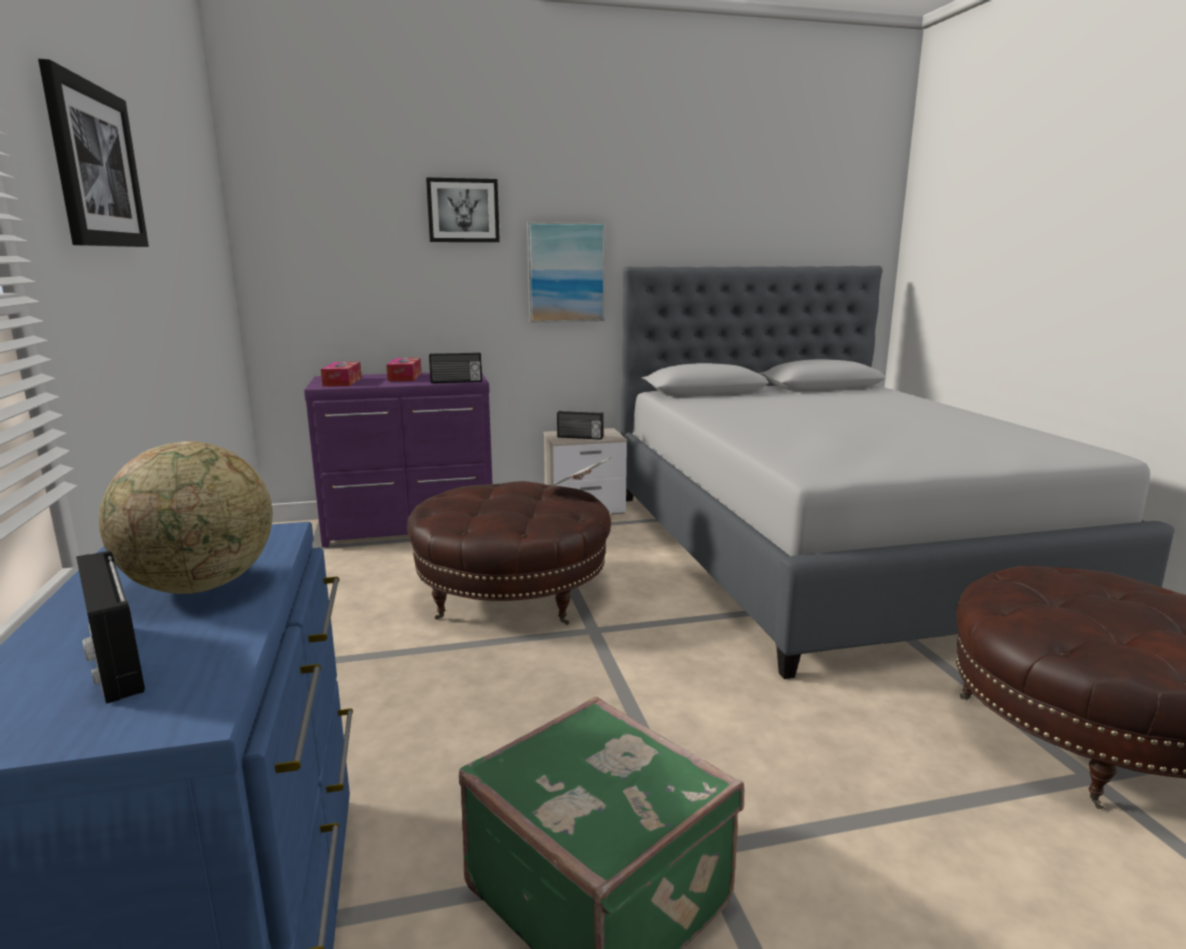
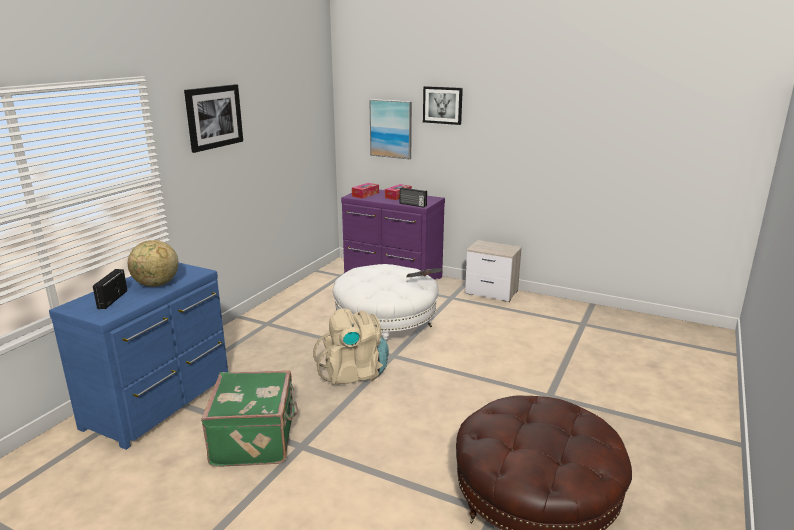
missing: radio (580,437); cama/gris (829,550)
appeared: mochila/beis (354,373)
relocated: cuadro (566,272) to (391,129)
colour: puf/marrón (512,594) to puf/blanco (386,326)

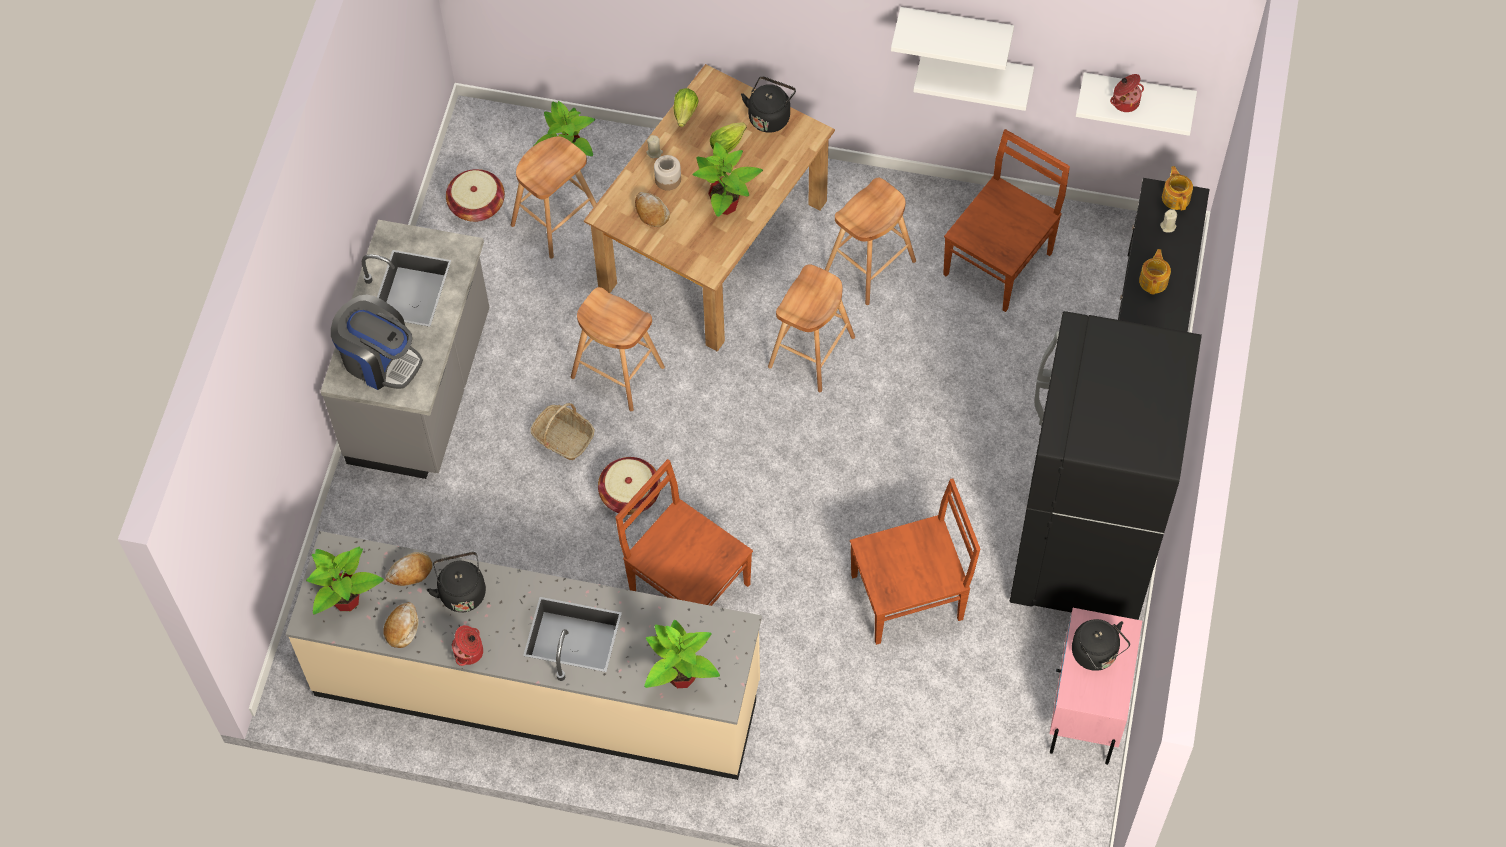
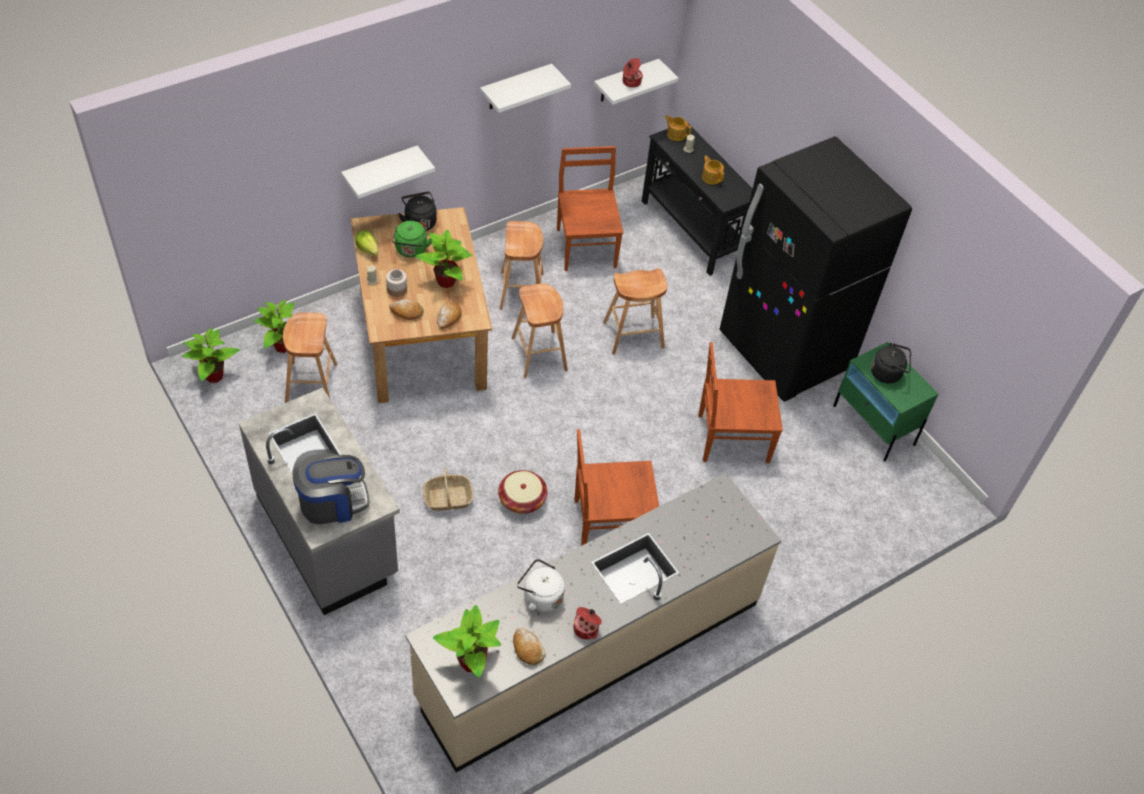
missing: cesta (477,205)
relocated: pan (410,572) to (448,317); taburete/marrón (618,372) to (633,335); planta en maceta (681,676) to (213,376); estante/blanco (976,69) to (380,170)
exchanged: lechuga (727,144) to hervidor/verde (411,250)
colour: hervidor/negro (461,591) to hervidor/blanco (540,597); mesita de noche/rosa (1087,707) to mesita de noche/verde (874,425)
spun: silla/marrón (910,596) = (731,438) 120 degrees counterclockwise

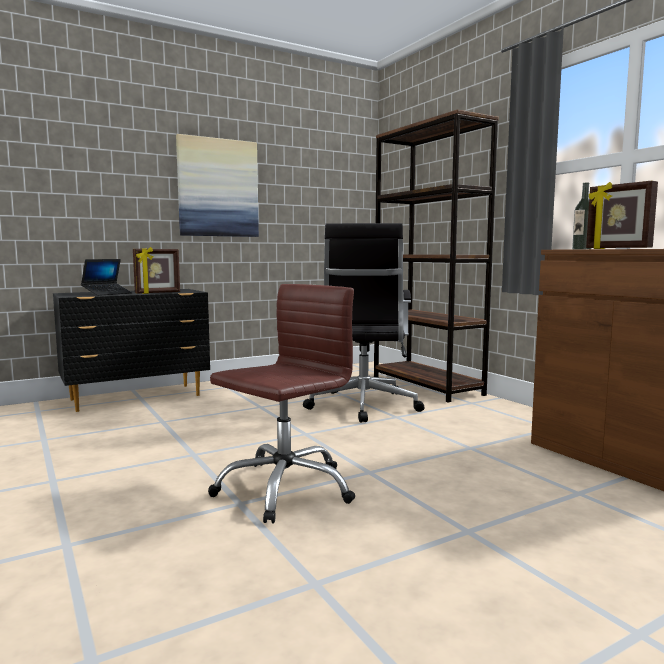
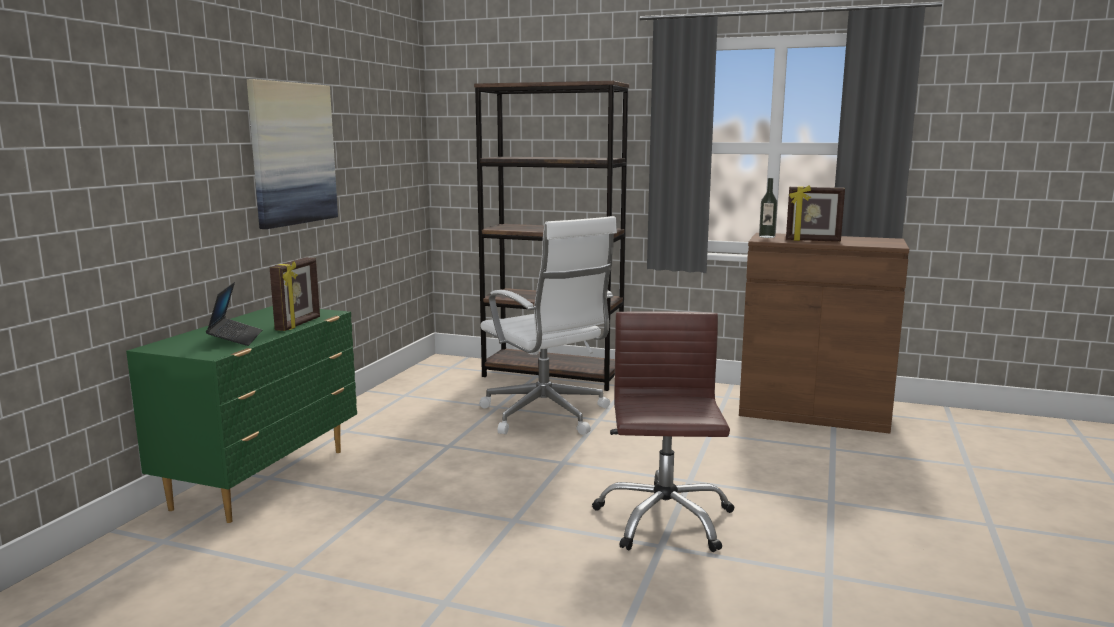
colour: cómoda/negro (137,398) to cómoda/verde (264,478); silla de oficina/negro (363,406) to silla de oficina/blanco (547,416)

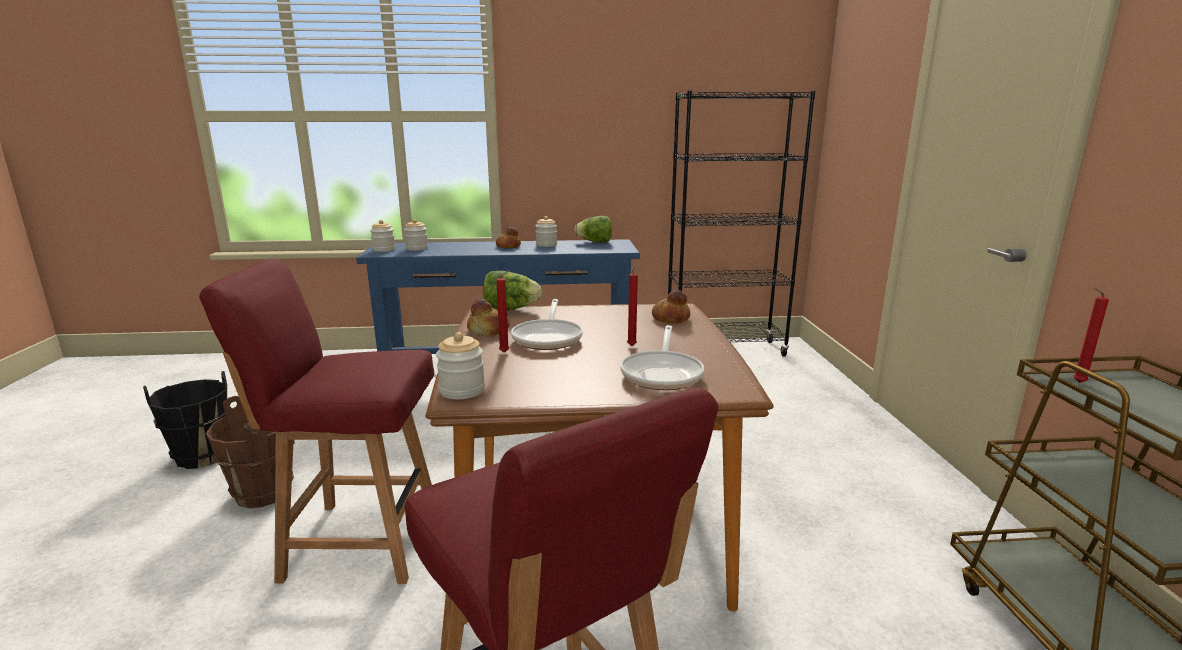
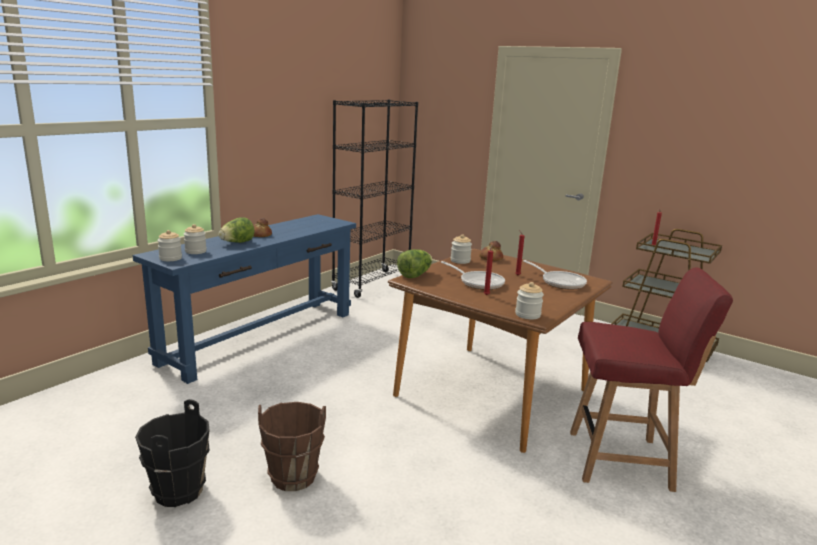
missing: silla/rojo (359,541); pan (488,330)
relocated: tarro (546,245) to (460,261); lechuga (595,242) to (237,242)

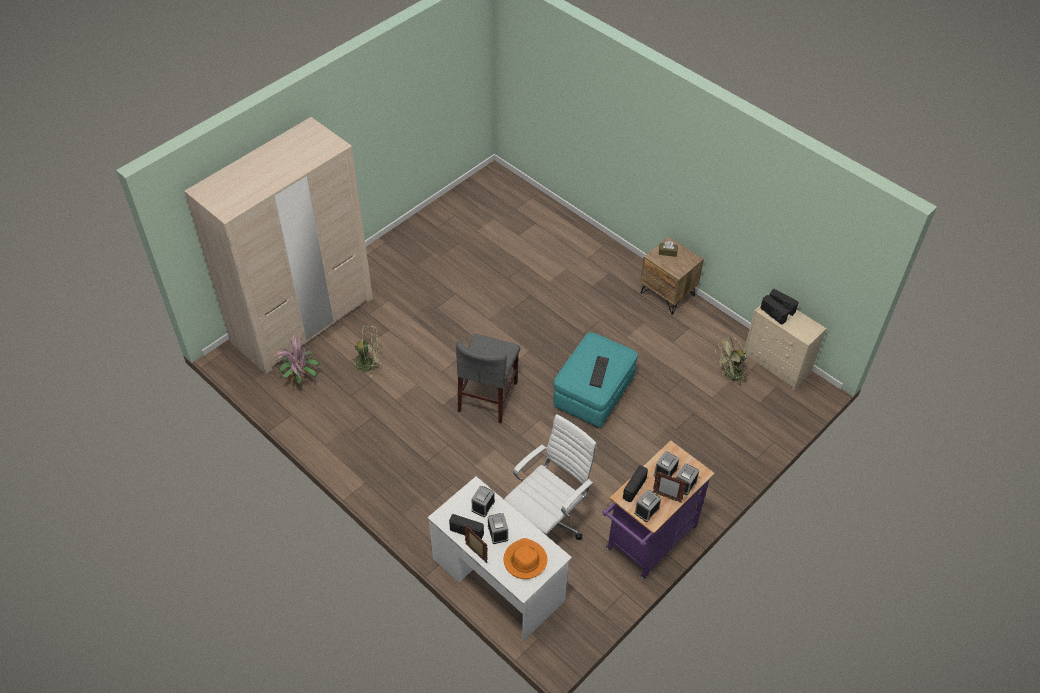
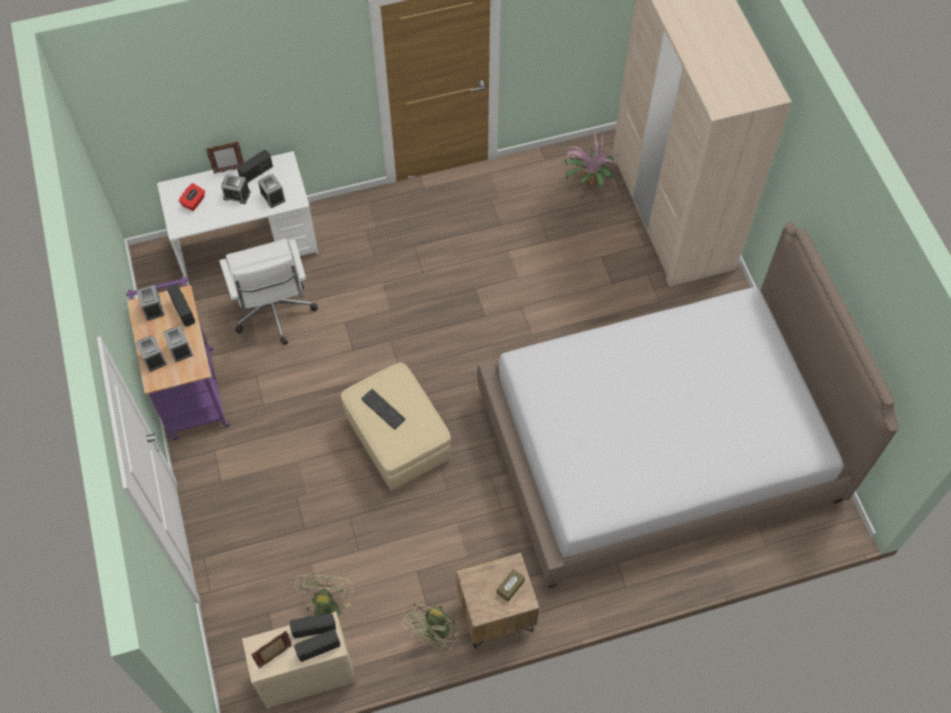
missing: silla/gris (488,397)
appeared: cama (659,447)
relocated: ventilador/verde (370,364) to (435,634); portarretratos (666,497) to (276,656)
exchanged: sombrero/naranja (525,560) to caja de pañuelos/rojo (194,202)
colour: puf/turquesa (593,394) to puf/beis (397,438)

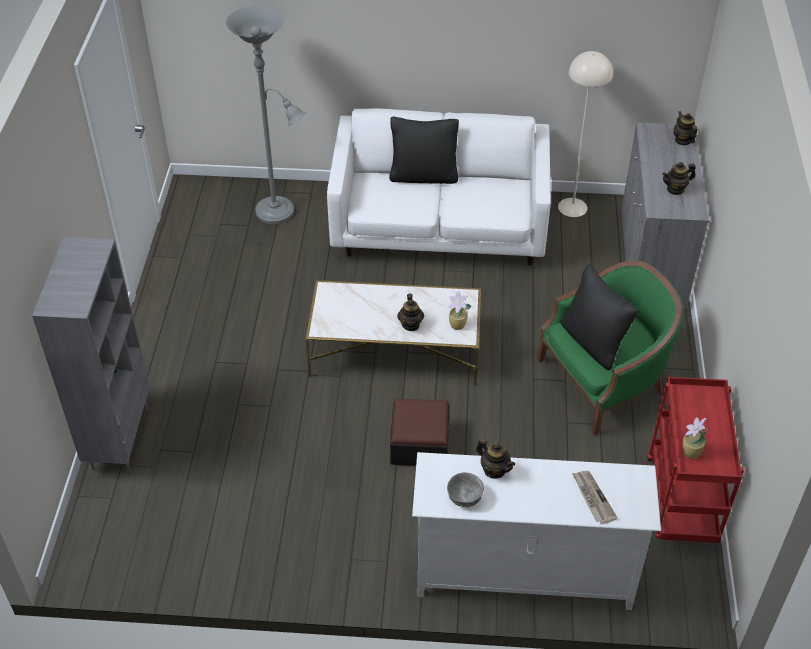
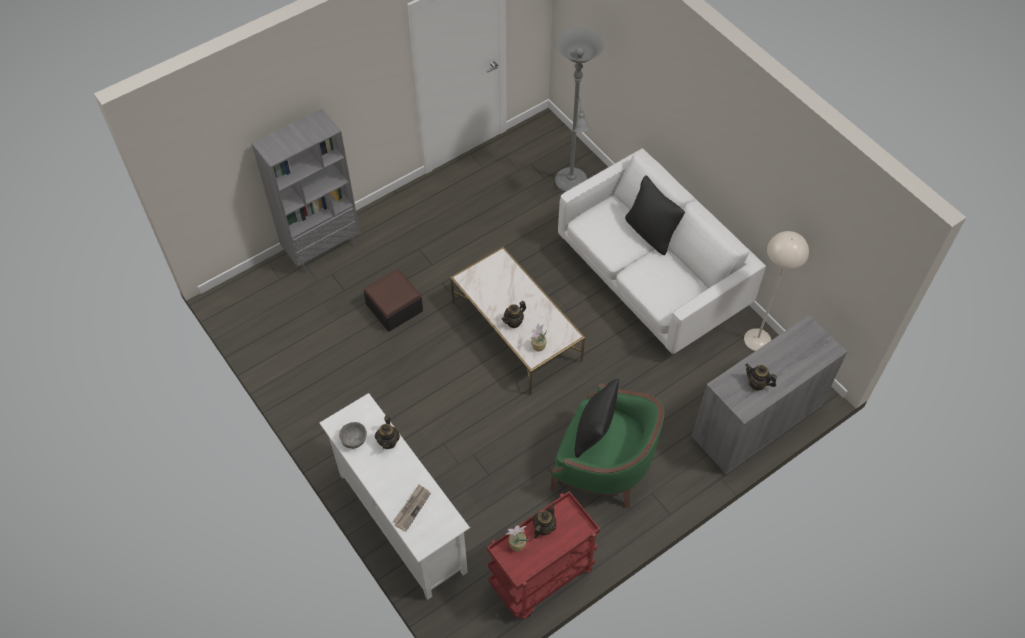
relocated: puf (419,444) to (394,307); tetera (683,140) to (543,527)

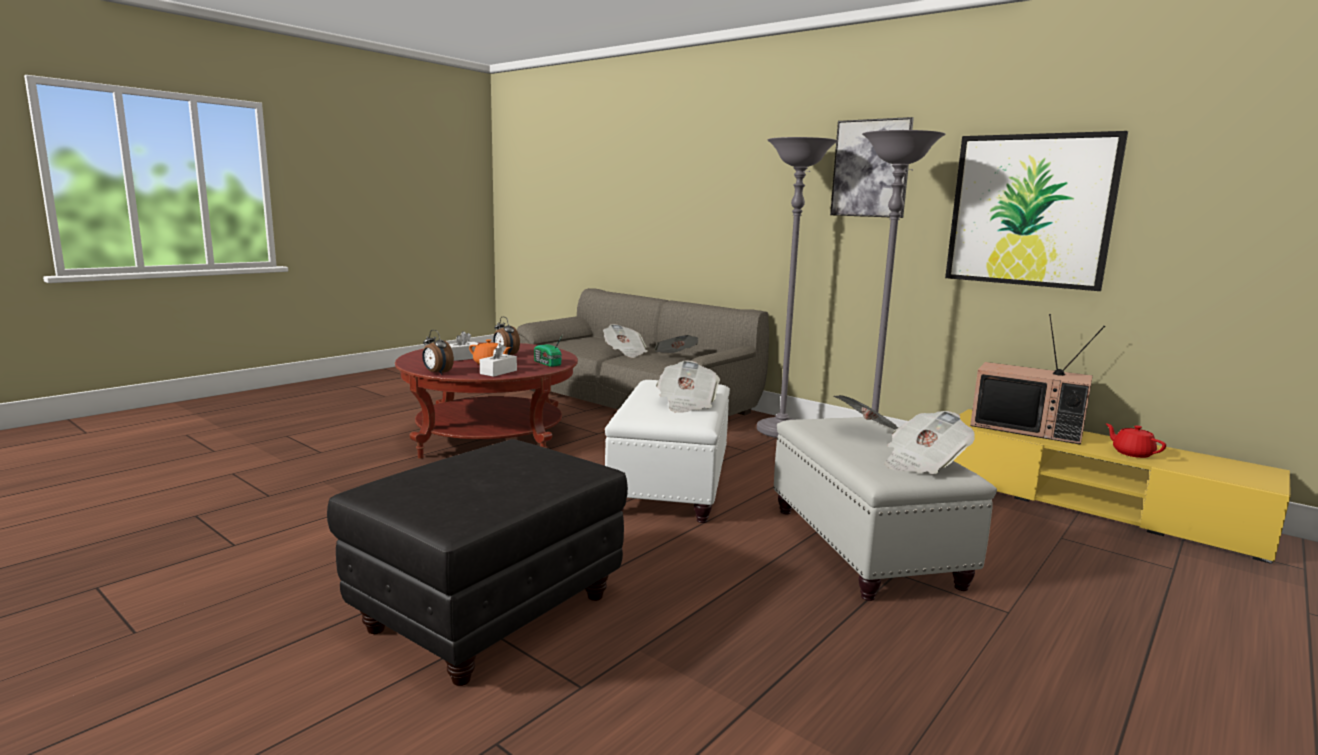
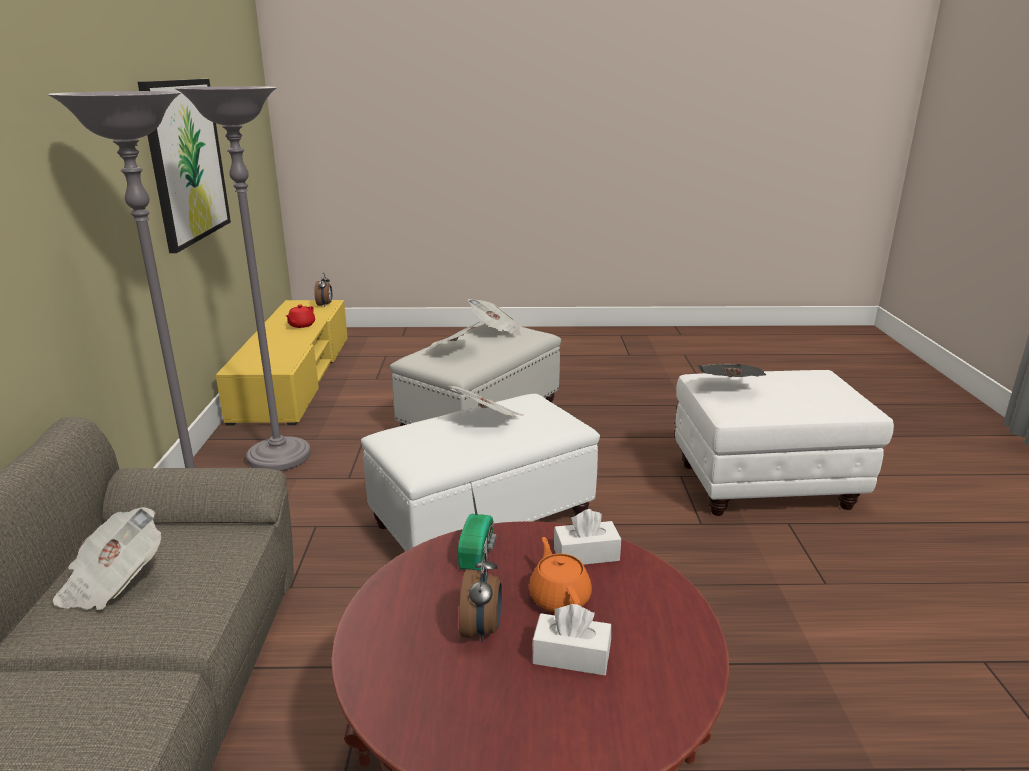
missing: cuadro (871,168); televisor (1028,429)
relocated: despertador (437,373) to (325,305); periódico (625,353) to (729,388)
colour: puf/negro (489,612) to puf/blanco (765,486)

